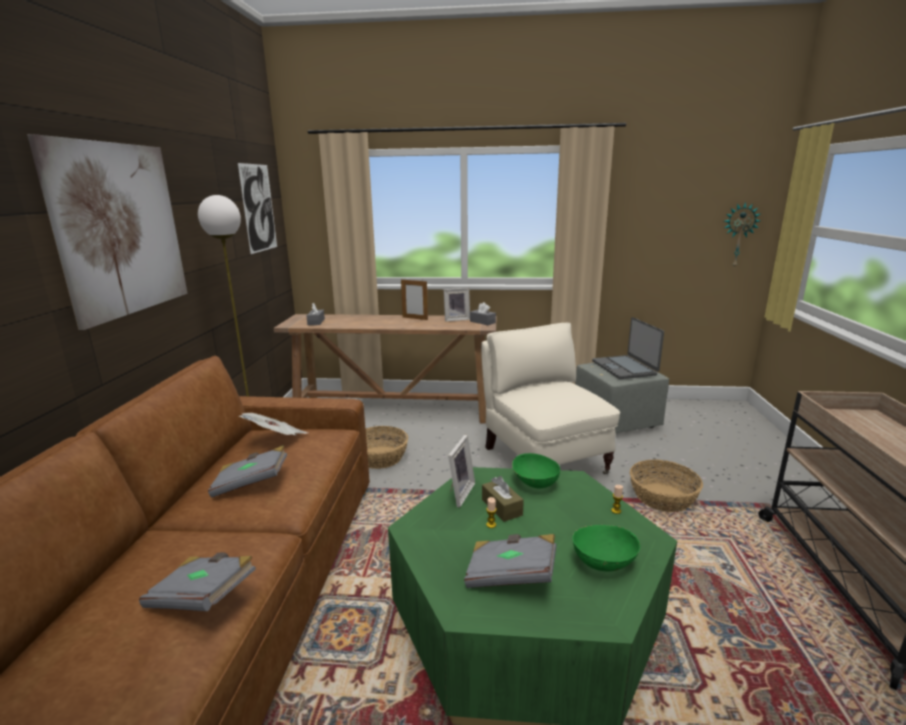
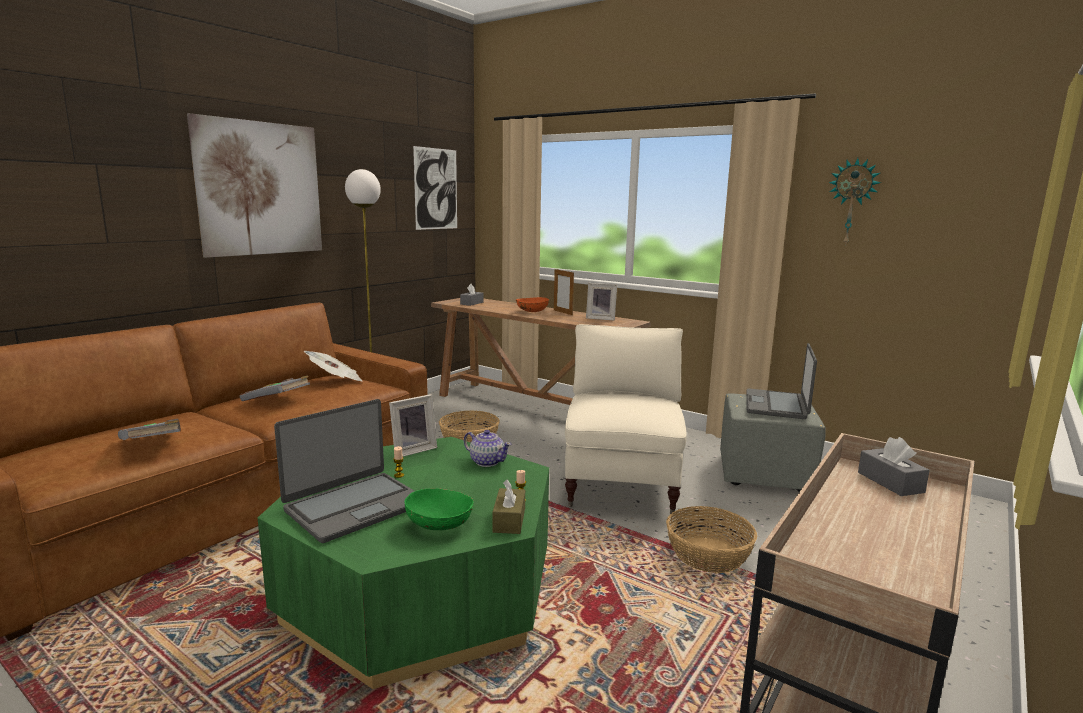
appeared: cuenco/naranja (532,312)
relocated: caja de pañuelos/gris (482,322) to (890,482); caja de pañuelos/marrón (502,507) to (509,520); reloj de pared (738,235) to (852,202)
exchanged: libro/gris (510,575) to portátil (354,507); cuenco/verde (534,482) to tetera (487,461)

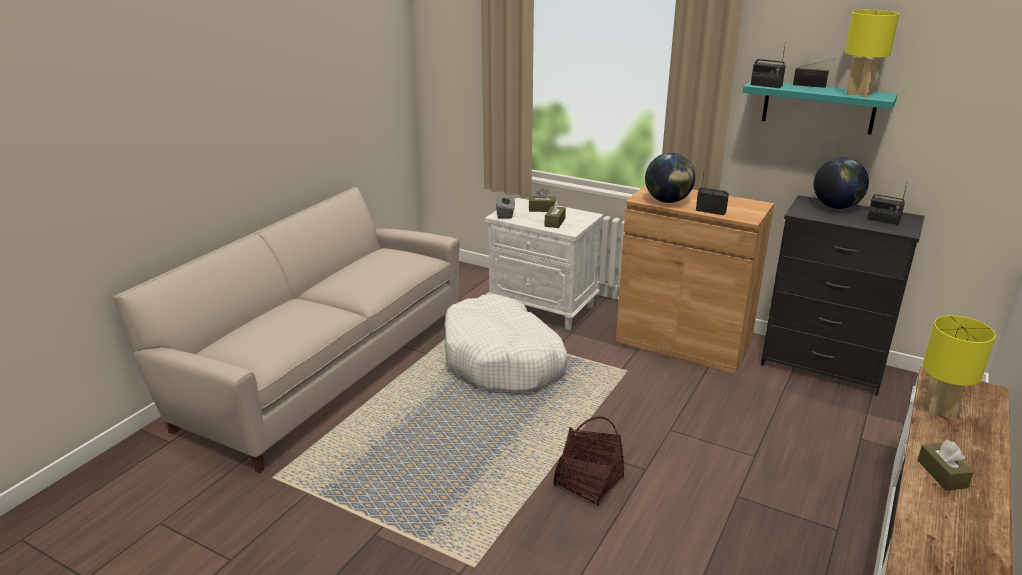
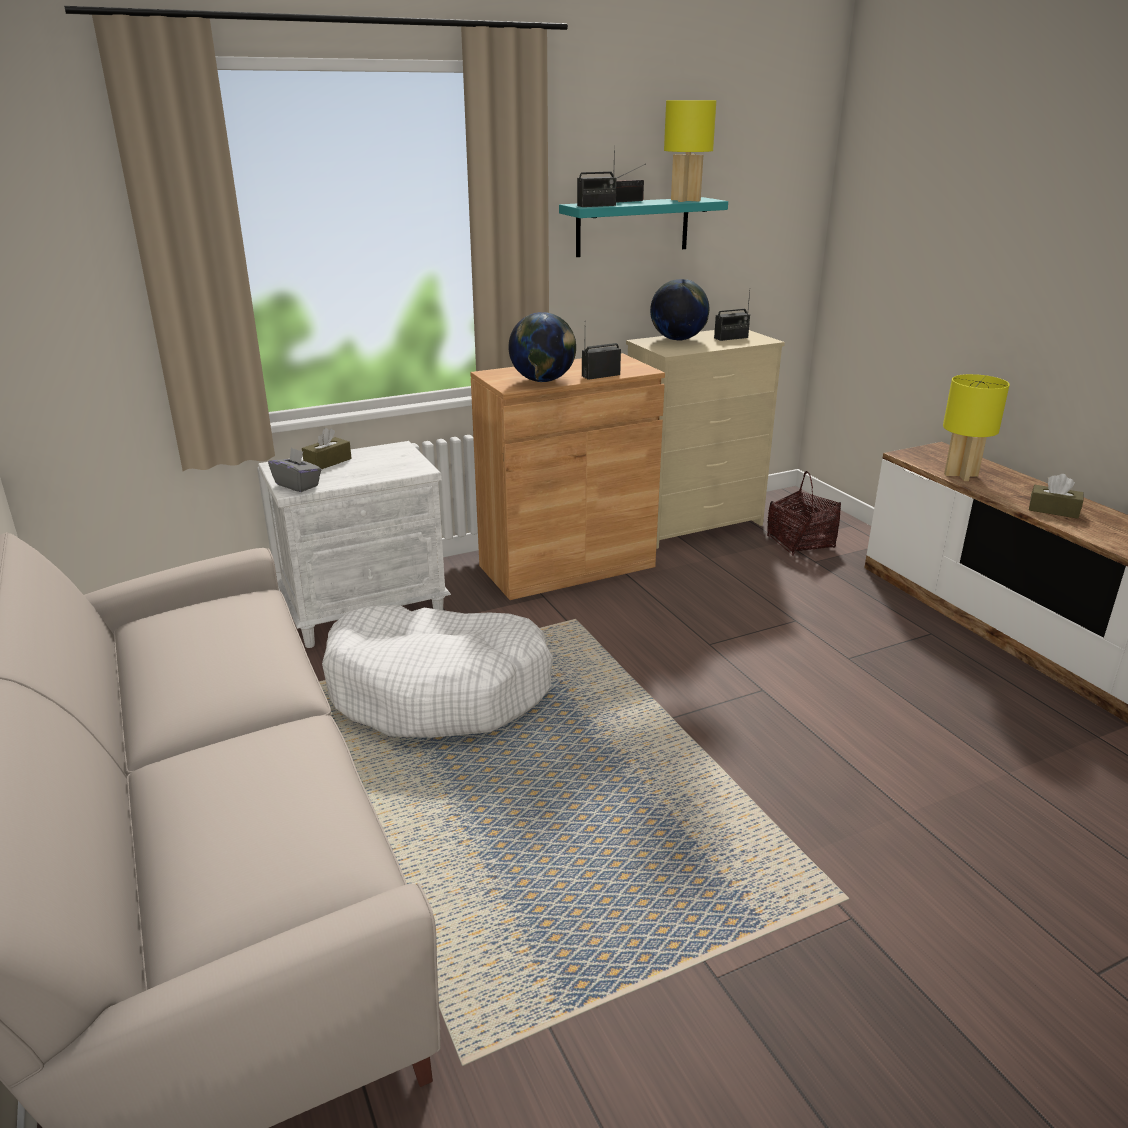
missing: caja de pañuelos/marrón (555,222)
relocated: cesta (589,482) to (800,542)
colour: cómoda/negro (823,366) to cómoda/beis (694,524)

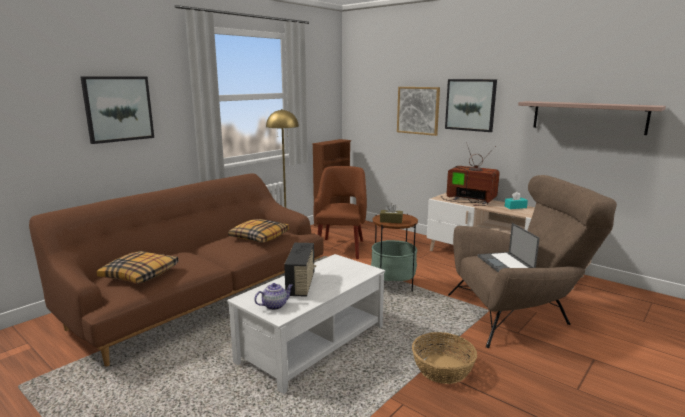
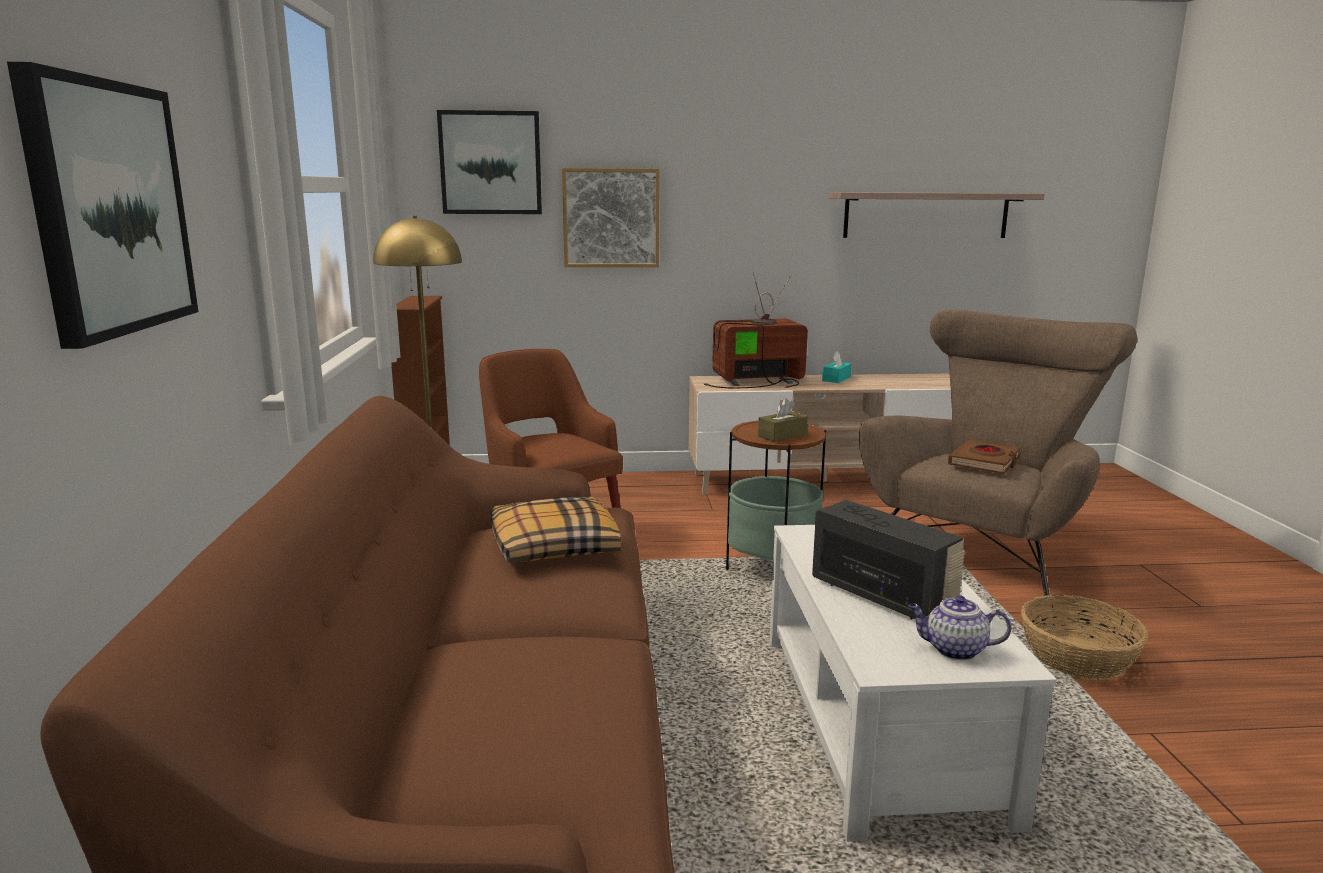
missing: cojín (140,275)
relocated: cuadro (470,105) to (491,163)
exchanged: portátil (506,264) to libro/marrón (984,462)
spun: tetera (275,305) = (954,650) 90 degrees counterclockwise

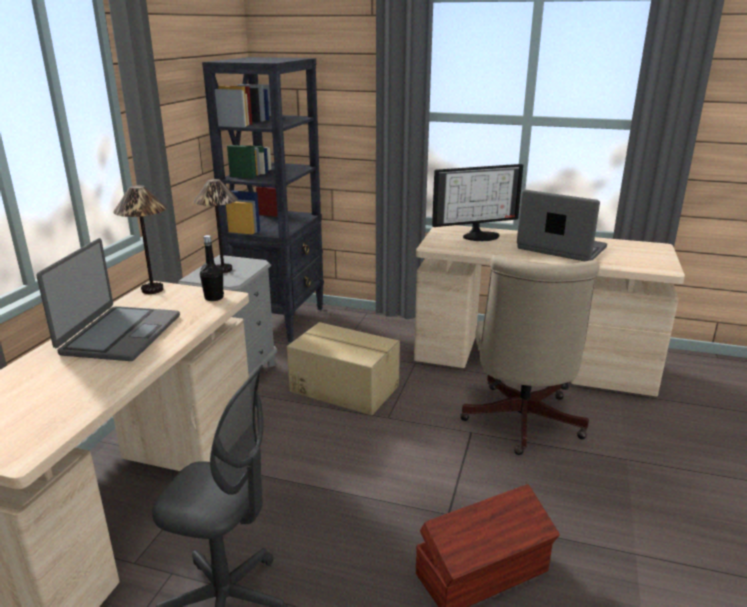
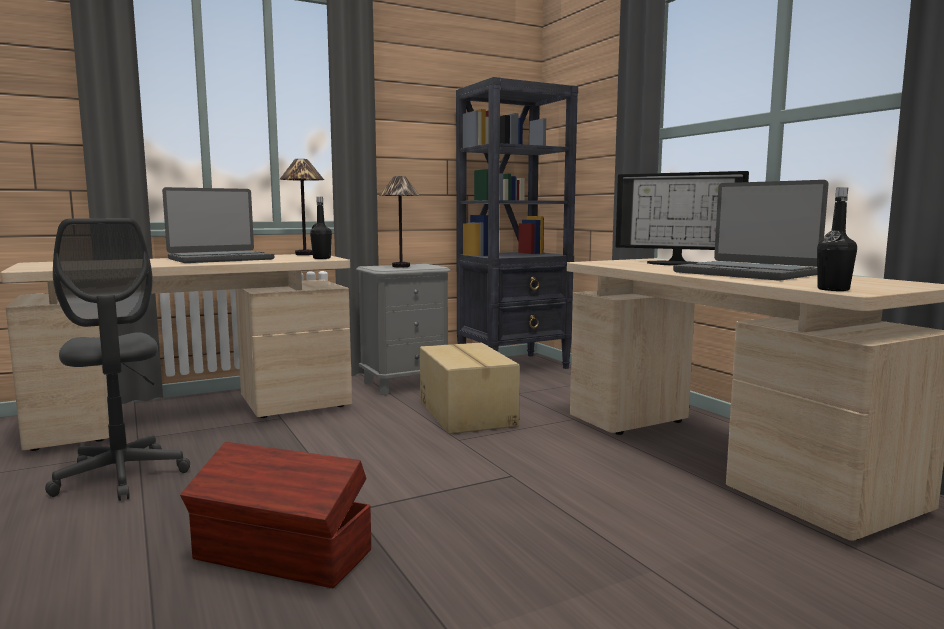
missing: silla de oficina/beis (520,424)
appeared: botella/negro (833,289)
spun: portátil (561,248) = (746,273) 150 degrees clockwise

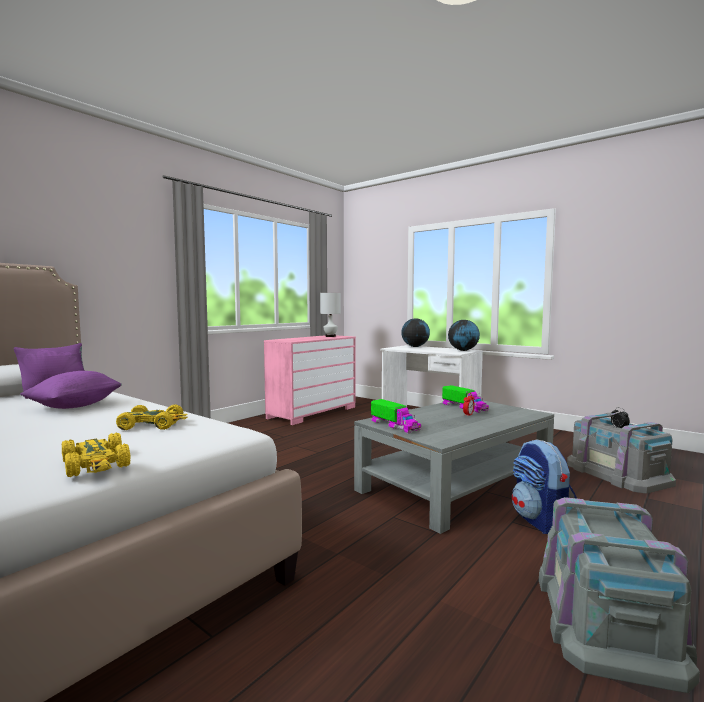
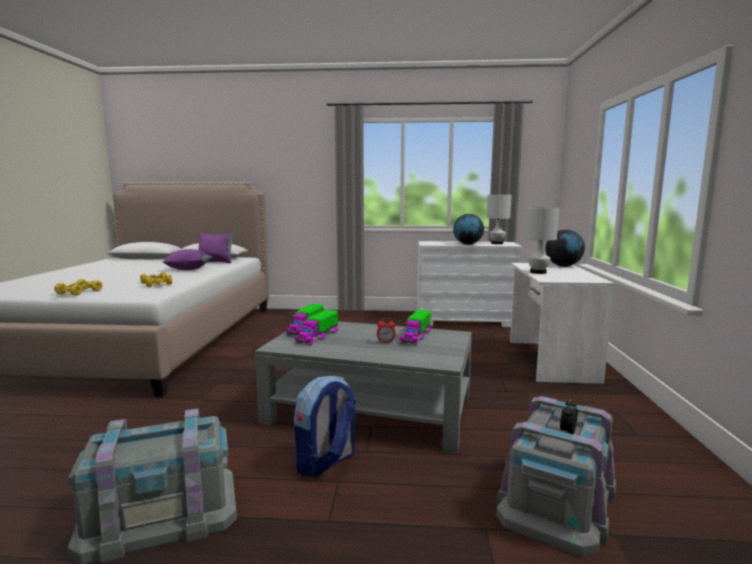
appeared: camión de juguete (318,337); lámpara de mesa/blanco (538,272)
relocated: globo terráqueo (463,350) to (467,244)
colour: cómoda/rosa (312,412) to cómoda/blanco (465,320)

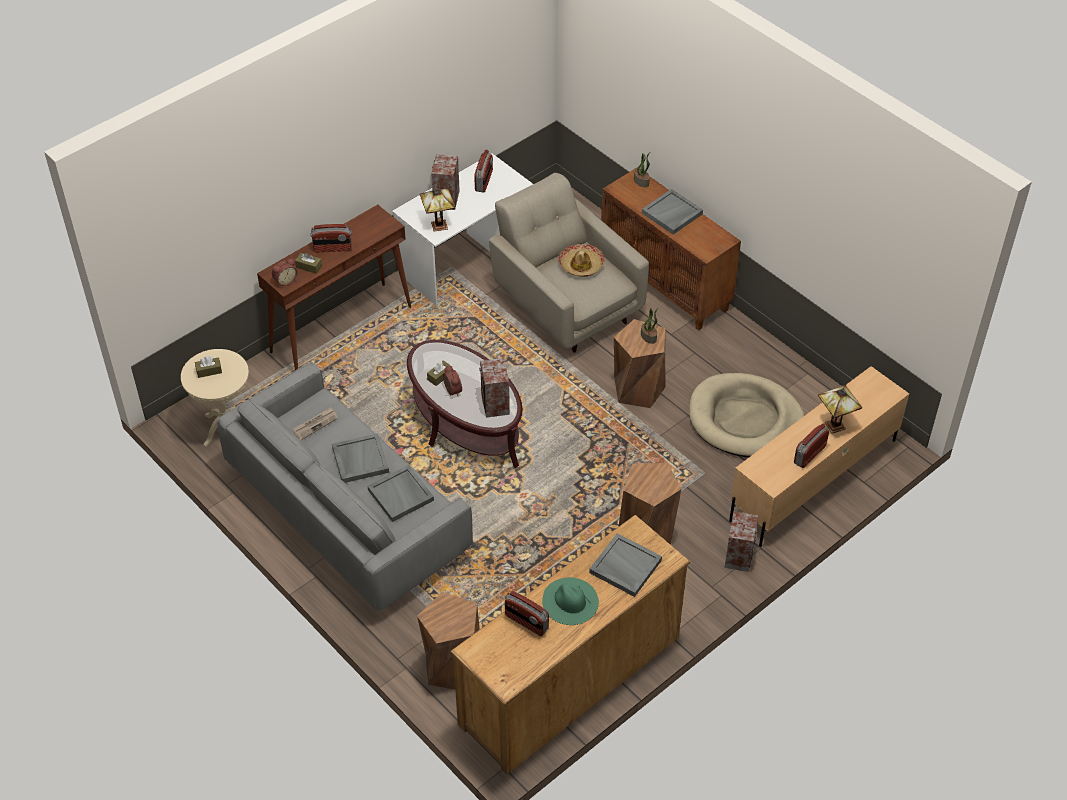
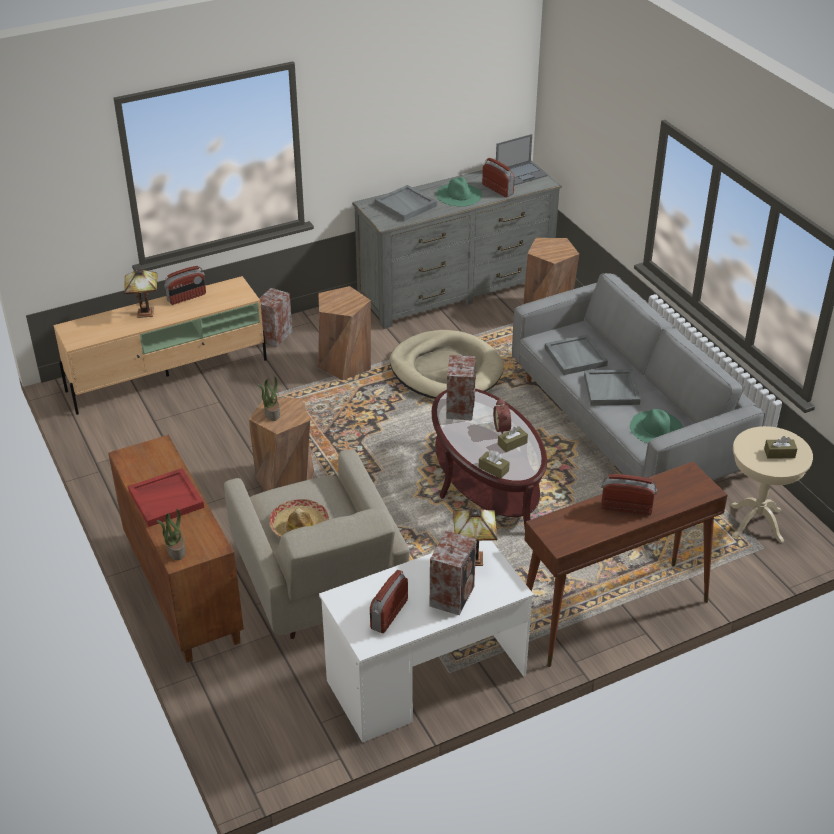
missing: despertador (285,280)
appeared: portátil (521,174)
relocated: caja de pañuelos/marrón (309,266) to (493,469); cama para perro/beis (745,420) to (446,370)
exchanged: periódico (315,424) to sombrero/verde (656,428)
colour: cómoda/marrón (570,680) to cómoda/gris (456,289); bandeja/gris (672,214) to bandeja/rojo (166,499)

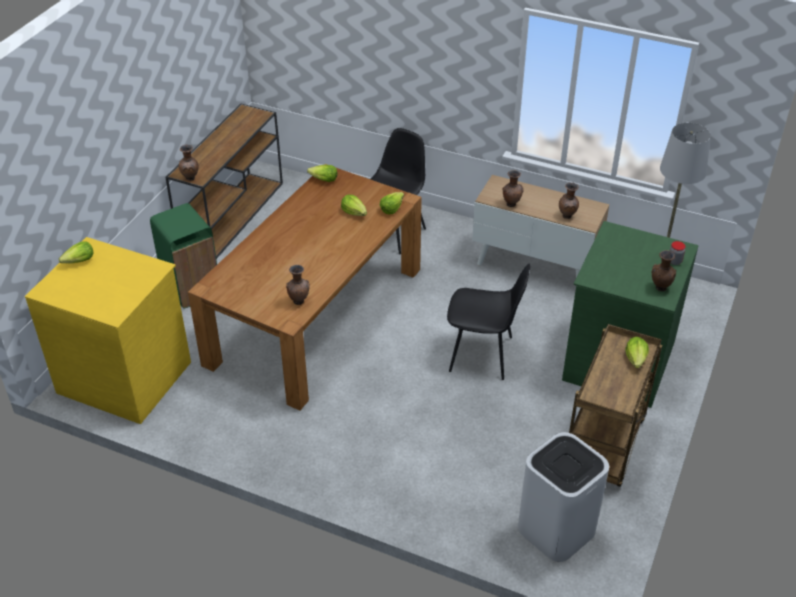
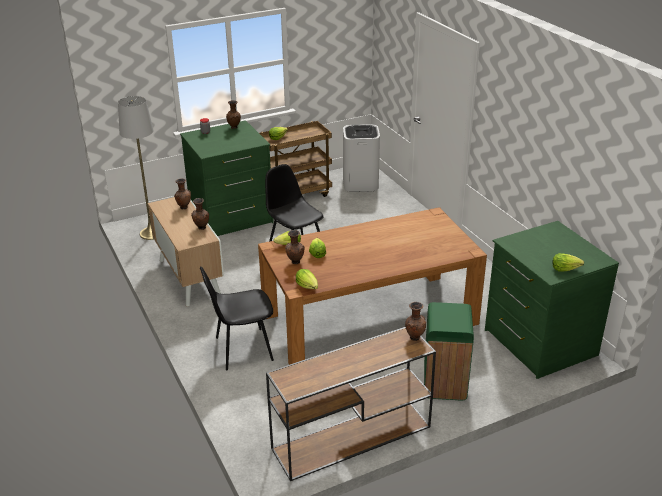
relocated: florero/marrón (299,301) to (295,262)
colour: cómoda/amarillo (125,376) to cómoda/verde (539,343)

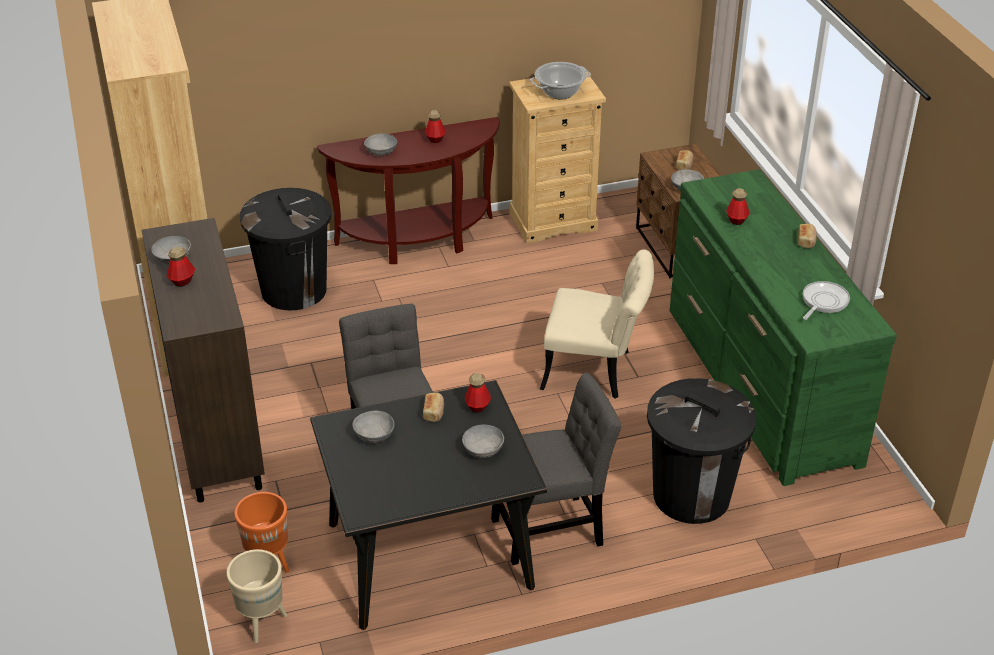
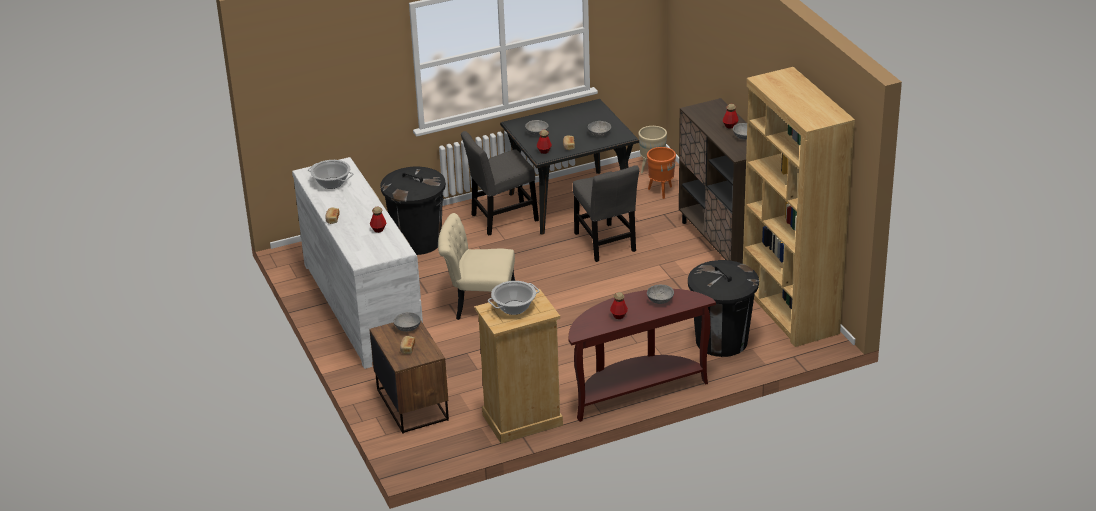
exchanged: sartén (823,302) to olla (332,183)
colour: cómoda/verde (760,384) to cómoda/blanco (363,306)

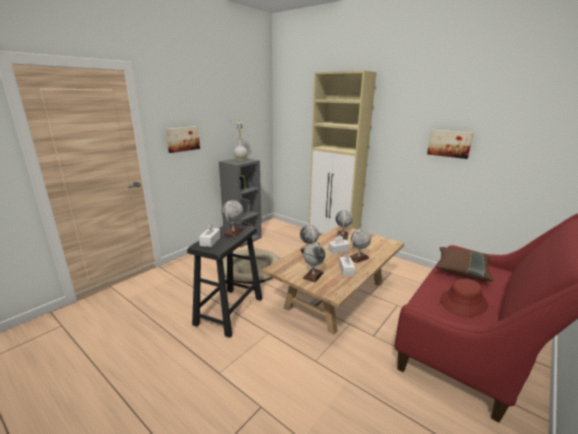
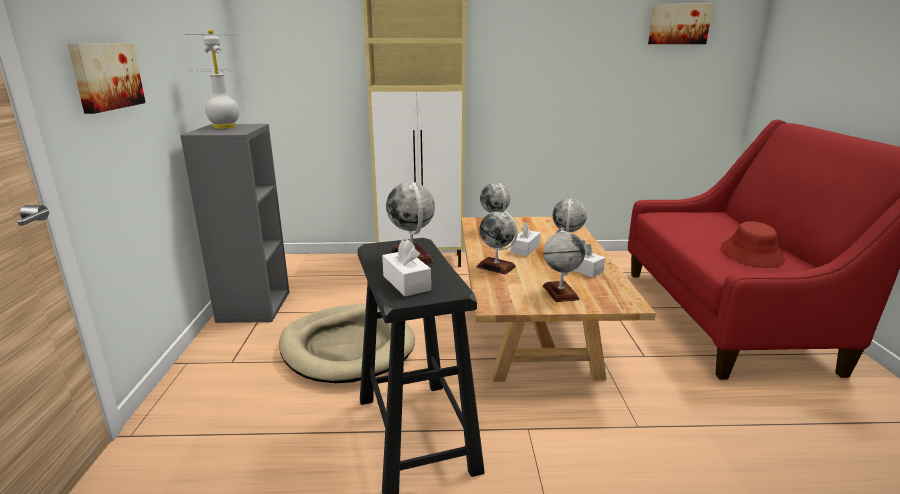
missing: cojín/marrón (461,271)
relocated: cuadro (449,143) to (678,24)

